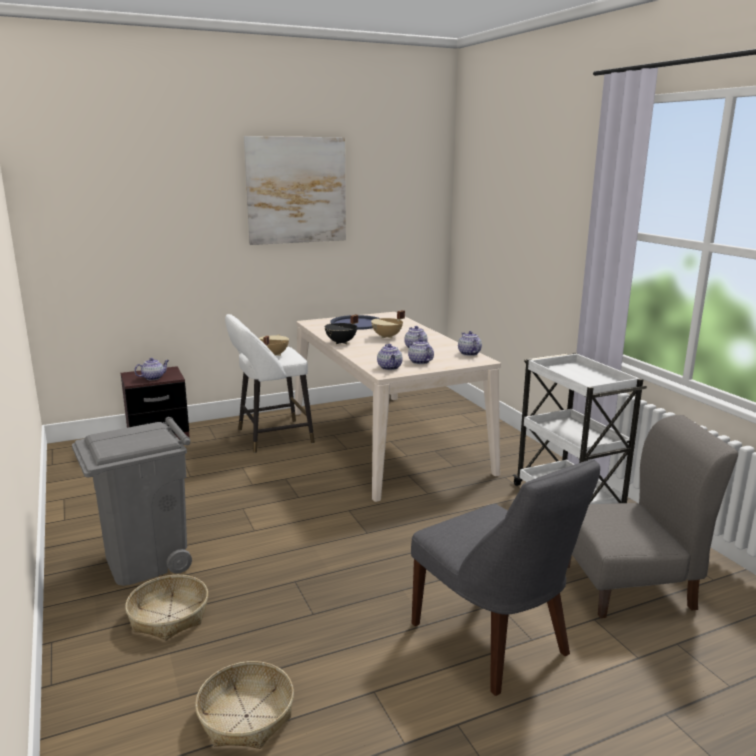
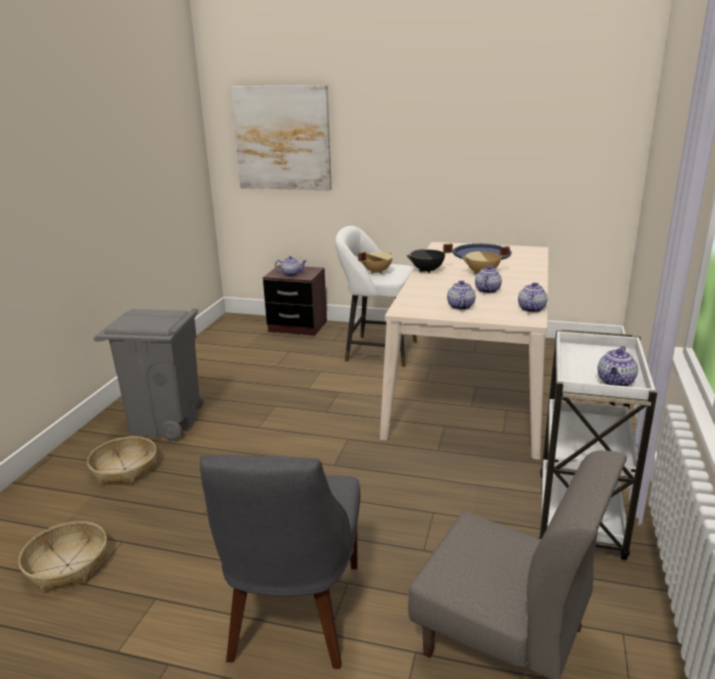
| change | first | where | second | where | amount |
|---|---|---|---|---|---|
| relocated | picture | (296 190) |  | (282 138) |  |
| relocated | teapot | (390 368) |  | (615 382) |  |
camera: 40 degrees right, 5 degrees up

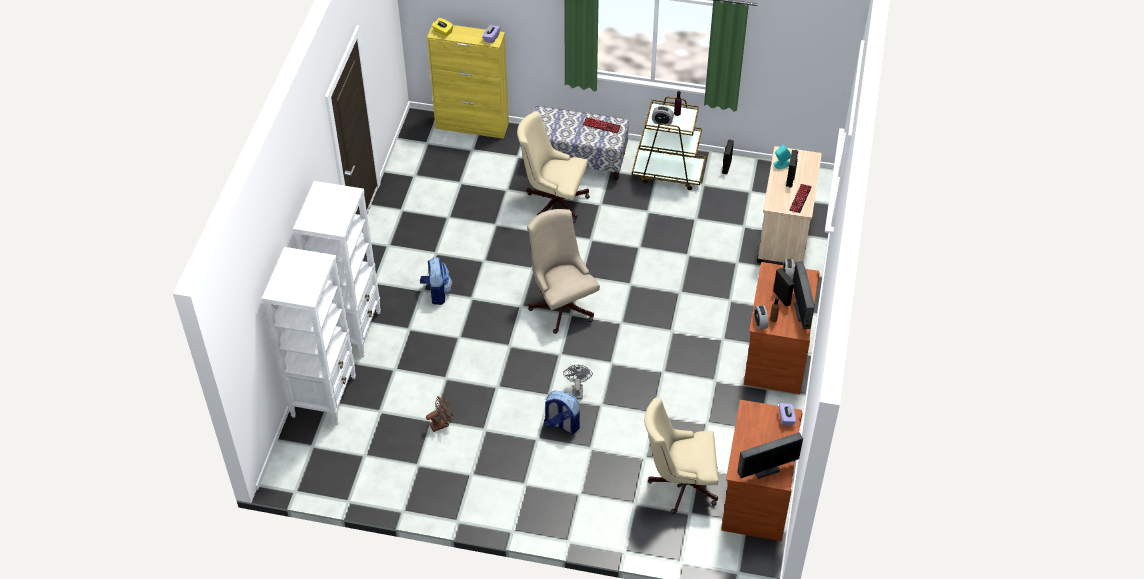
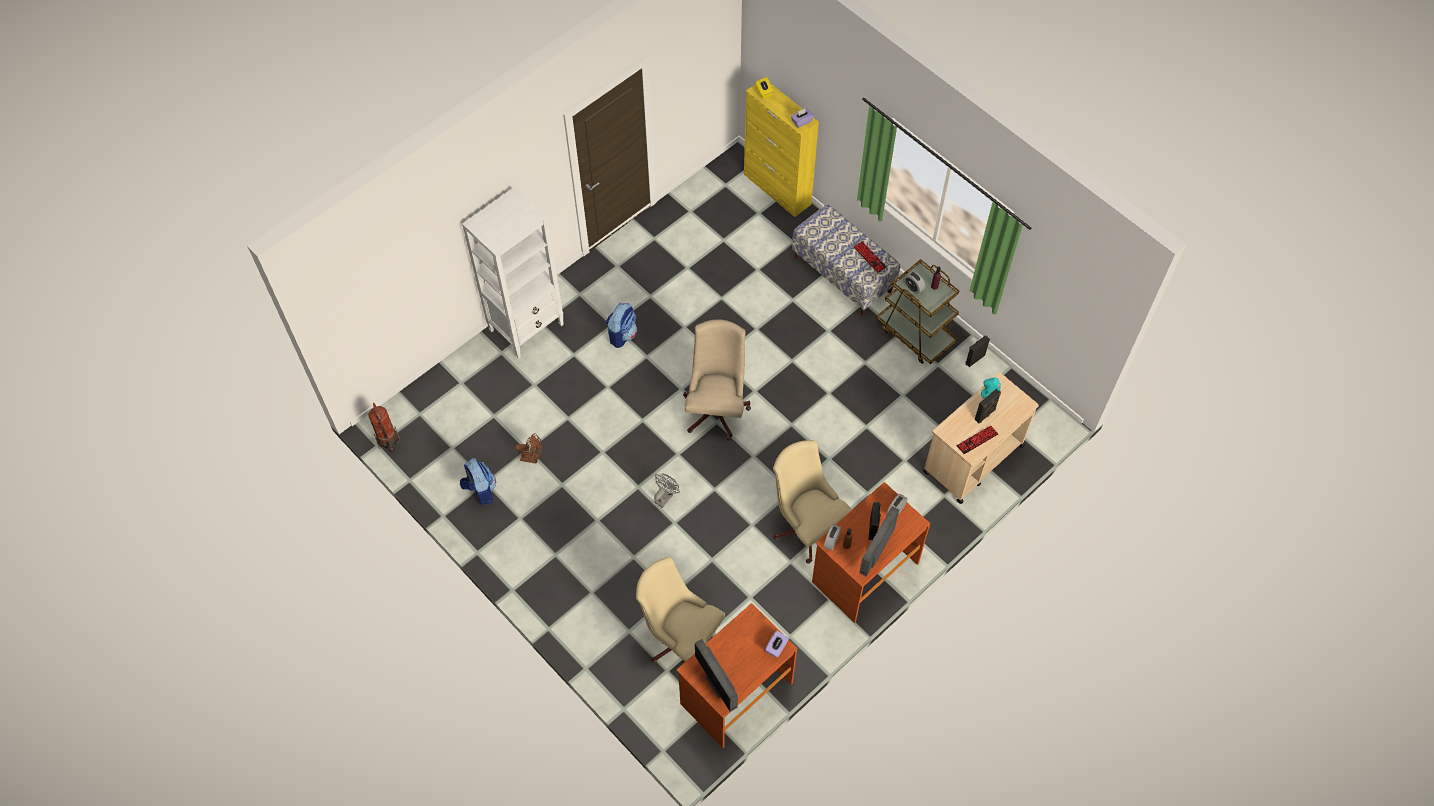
| change | first | where | second | where | amount |
|---|---|---|---|---|---|
| missing | white bookcase | (324 396) |  |  |  |
| relocated | beige office chair | (553 201) |  | (806 525) |  |
| relocated | backpack | (561 424) |  | (480 490) |  |
| spun | monitor | (766 471) |  | (716 685) | 45 degrees clockwise |
| appeared |  |  | fire extinguisher | (388 440) |  |
camera: 35 degrees right, 10 degrees up

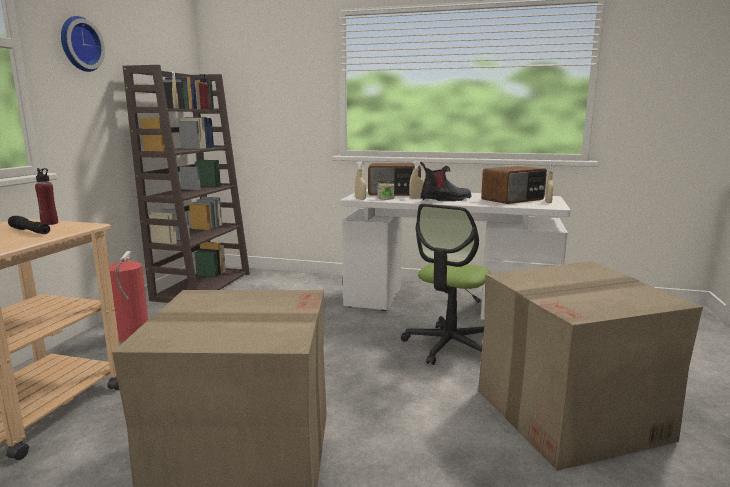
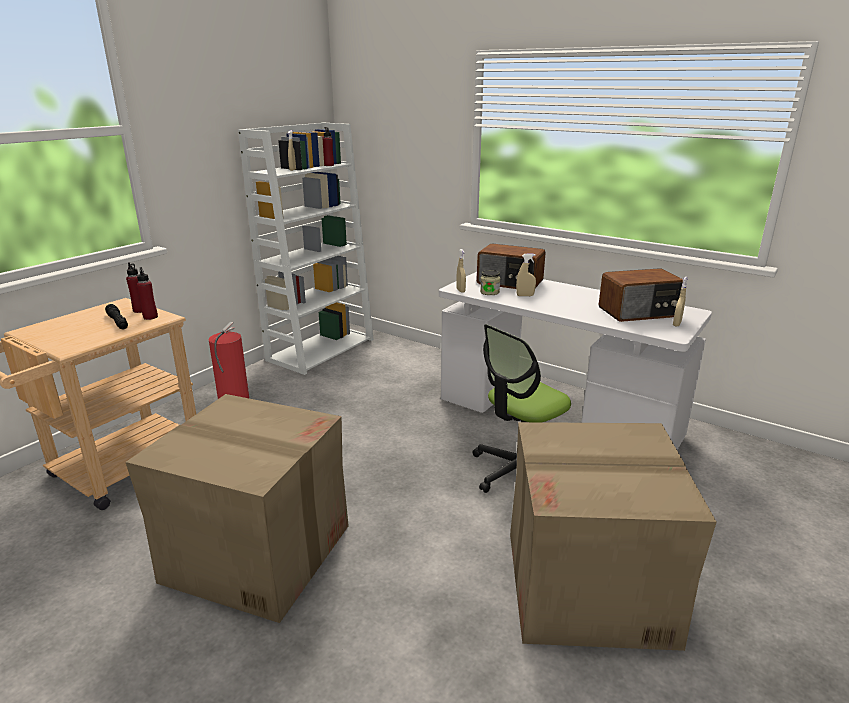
| change | first | where | second | where | amount |
|---|---|---|---|---|---|
| missing | wall clock | (79 44) |  |  |  |
| colour | brown bookcase | (203 286) | white bookcase | (321 349) |  |
| missing | boot | (445 199) |  |  |  |
| appeared |  |  | red bottle | (150 317) |  |
camera: 20 degrees right, 10 degrees up

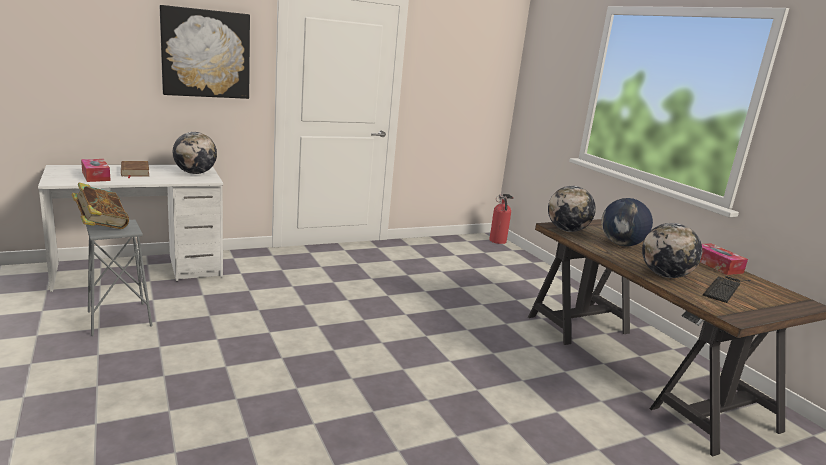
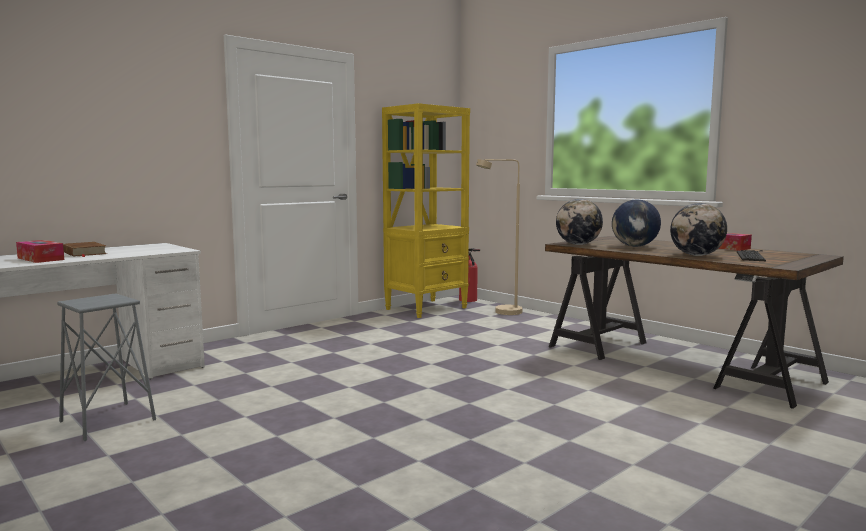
| change | first | where | second | where | amount |
|---|---|---|---|---|---|
| missing | book | (101 226) |  |  |  |
| missing | picture | (206 53) |  |  |  |
| missing | globe | (195 173) |  |  |  |
| appeared |  |  | yellow bookcase | (427 308) |  |
| appeared |  |  | beige floor lamp | (502 312) |  |
camera: 15 degrees left, 10 degrees down

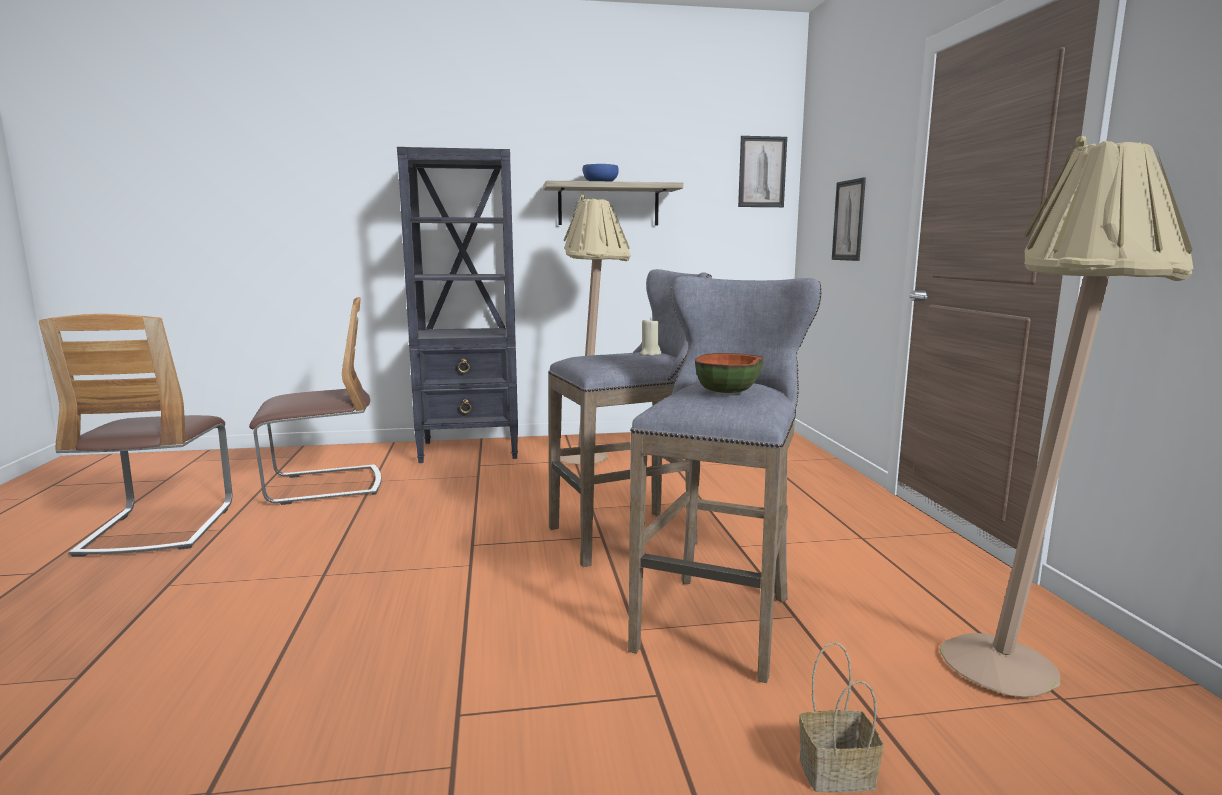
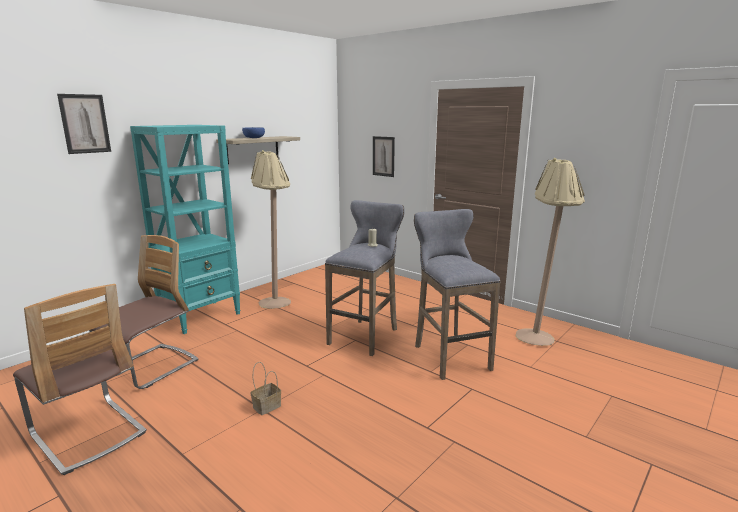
| change | first | where | second | where | amount |
|---|---|---|---|---|---|
| colour | black bookcase | (471 450) | turquoise bookcase | (201 316) |  |
| missing | bowl | (728 391) |  |  |  |
| relocated | picture | (762 172) |  | (85 124) |  |
| relocated | basket | (835 773) |  | (266 407) |  |
camera: 40 degrees left, 5 degrees up

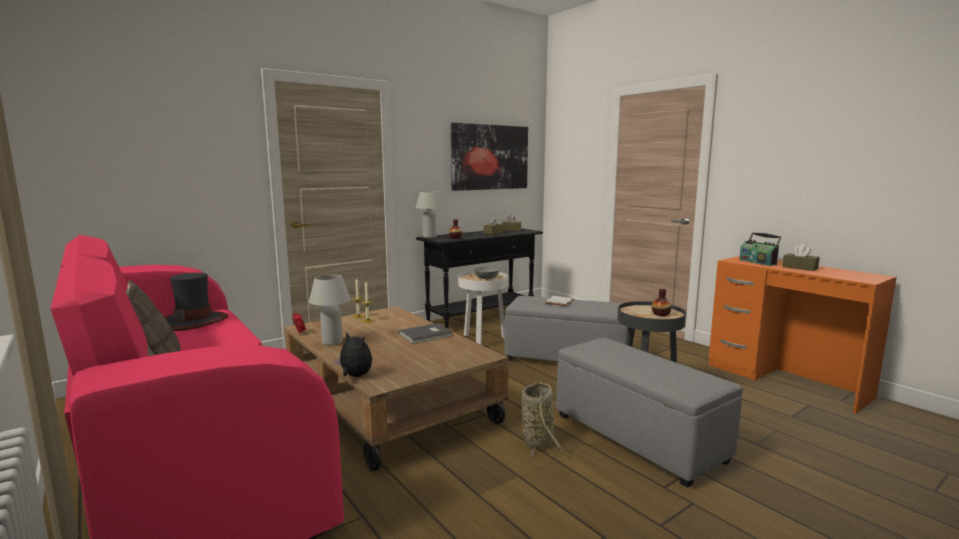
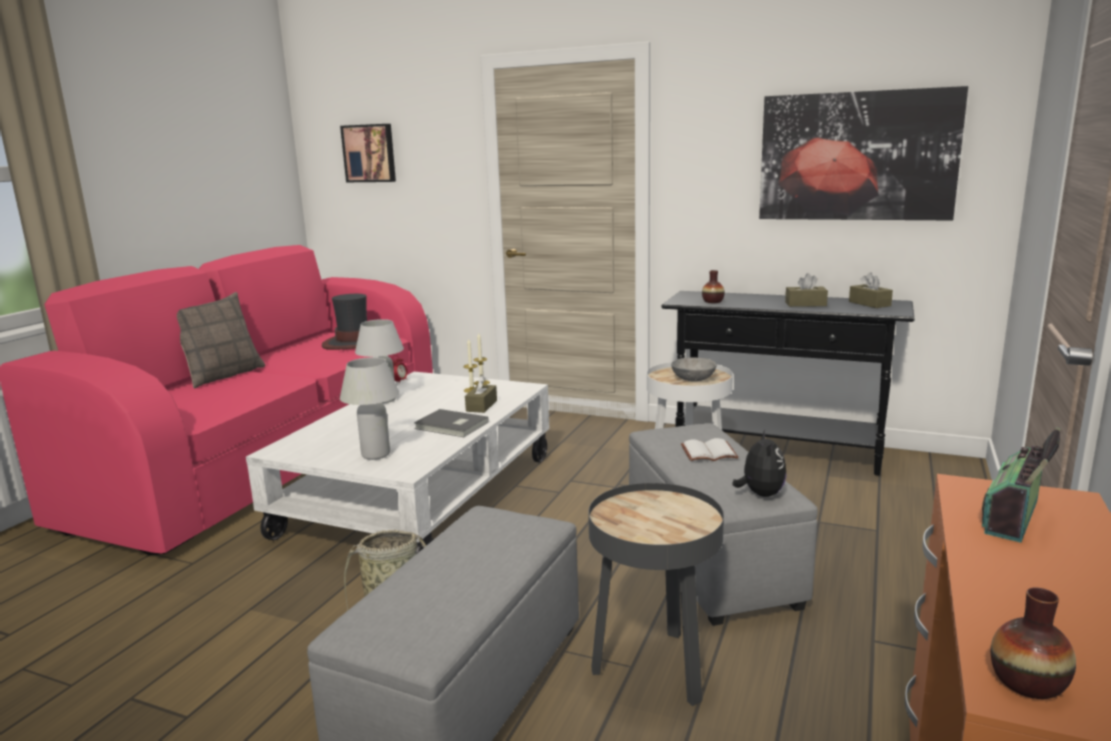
| change | first | where | second | where | amount |
|---|---|---|---|---|---|
| colour | brown coffee table | (388 404) | white coffee table | (419 495) |  |
| relocated | plush toy | (354 376) |  | (760 494) |  |
| relocated | white table lamp | (429 237) |  | (376 454) |  |
| relocated | vase | (660 314) |  | (1027 682) |  |
| relocated | brown tissue box | (800 268) |  | (481 406) |  |
| appeared |  |  | picture | (370 153) |  |
camera: 60 degrees right, 5 degrees up

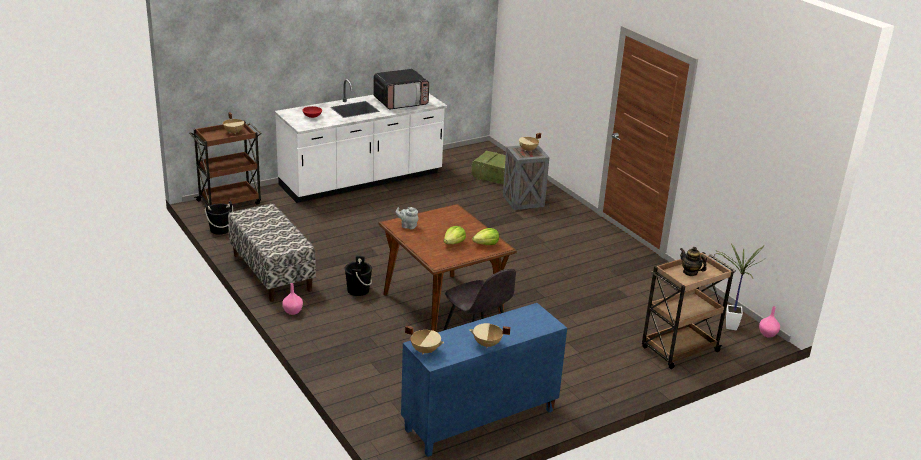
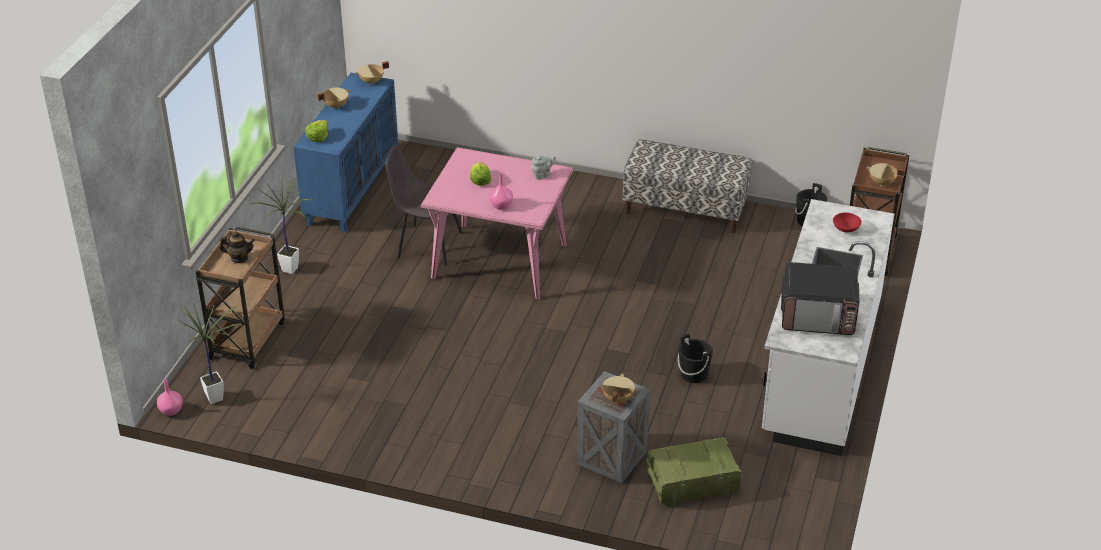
| change | first | where | second | where | amount |
|---|---|---|---|---|---|
| relocated | pink vase | (292 311) |  | (501 206) |  |
| relocated | black bucket | (358 290) |  | (694 374) |  |
| spun | microwave | (401 102) |  | (818 315) | 105 degrees counterclockwise |
| colour | brown dining table | (443 308) | pink dining table | (499 261) |  |
| relocated | lettuce | (486 244) |  | (318 137) |  |
| appeared |  |  | potted plant | (292 271) |  |
camera: 140 degrees right, 10 degrees up

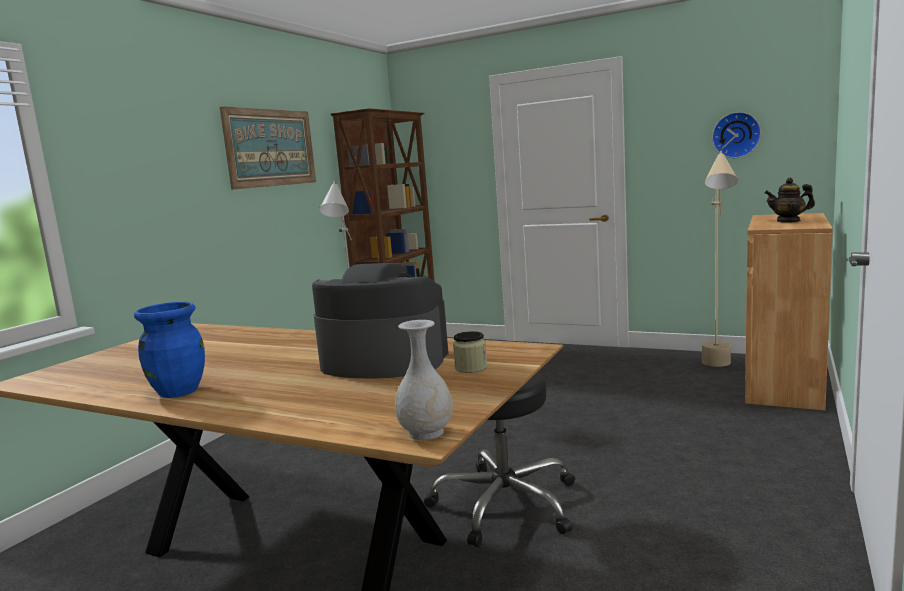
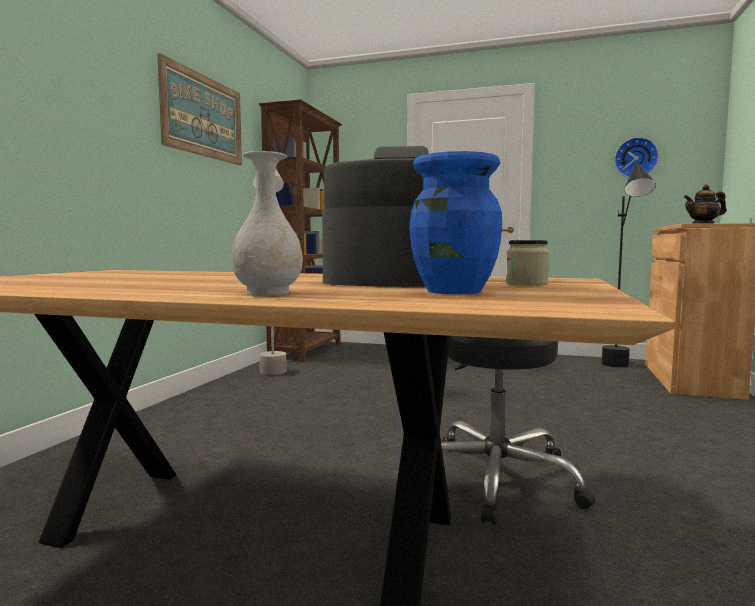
| change | first | where | second | where | amount |
|---|---|---|---|---|---|
| relocated | blue vase | (179 391) |  | (453 291) |  |
| relocated | white vase | (426 432) |  | (269 293) |  |
| colour | beige floor lamp | (718 369) | black floor lamp | (621 369) |  |
camera: 10 degrees left, 5 degrees down

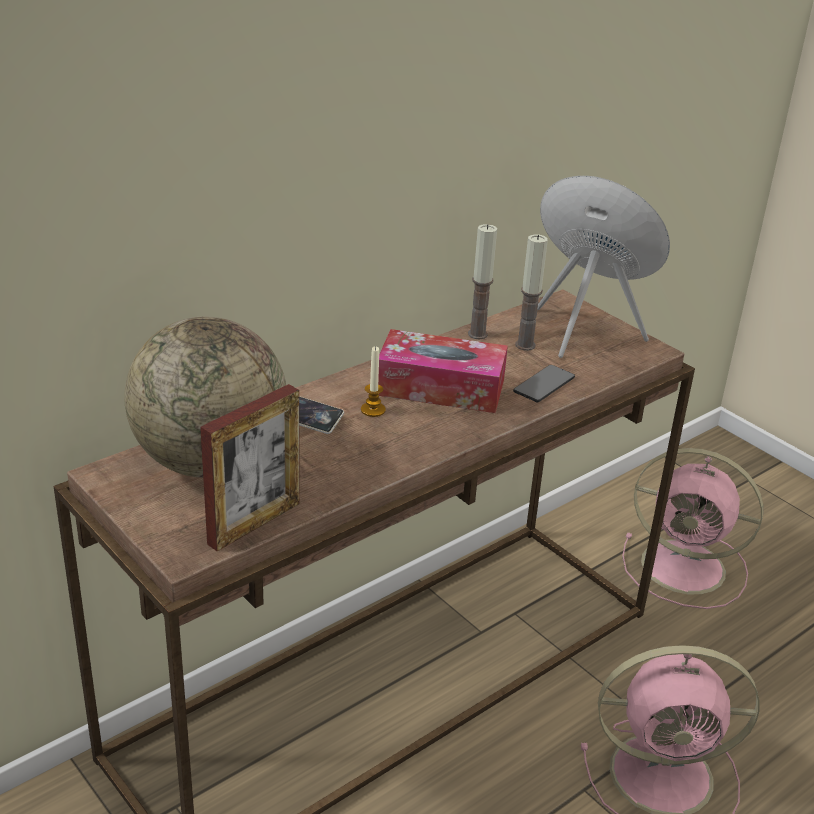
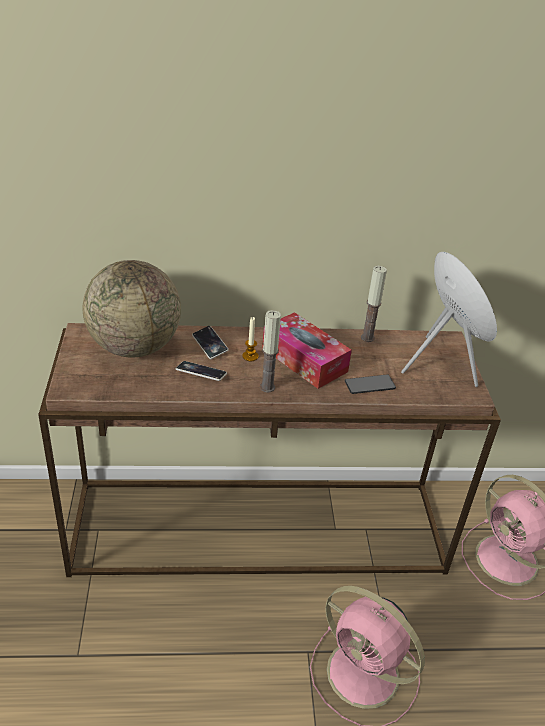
| change | first | where | second | where | amount |
|---|---|---|---|---|---|
| missing | picture frame | (254 523) |  |  |  |
| relocated | candle | (525 345) |  | (267 387) |  |
| appeared |  |  | phone | (201 373) |  |
camera: 35 degrees right, 5 degrees up

